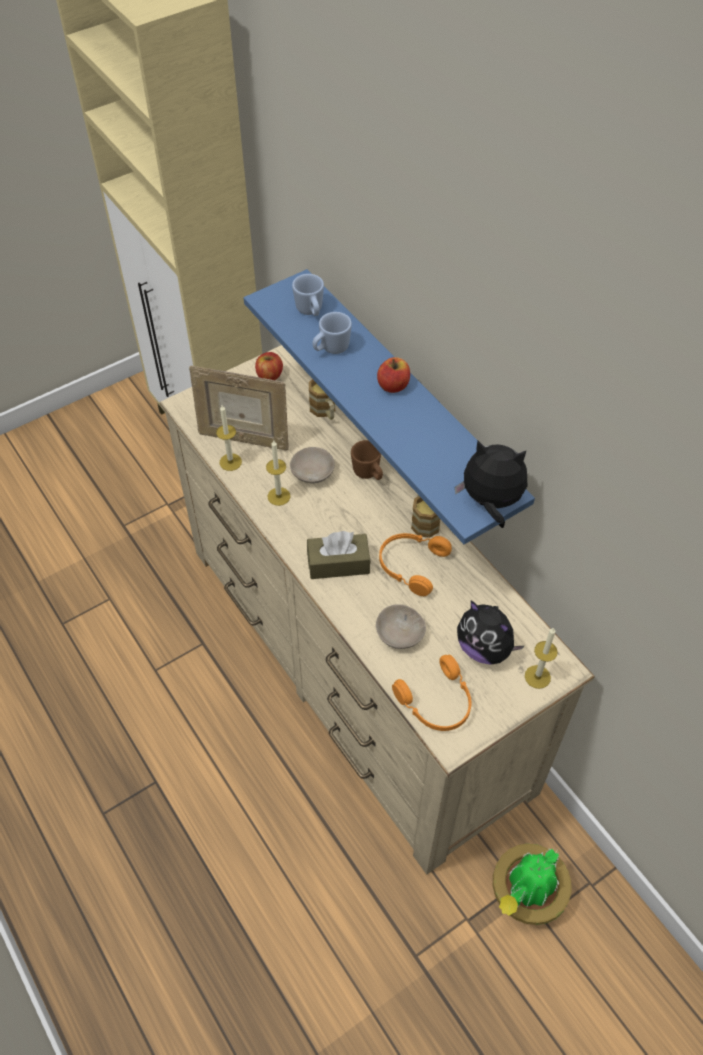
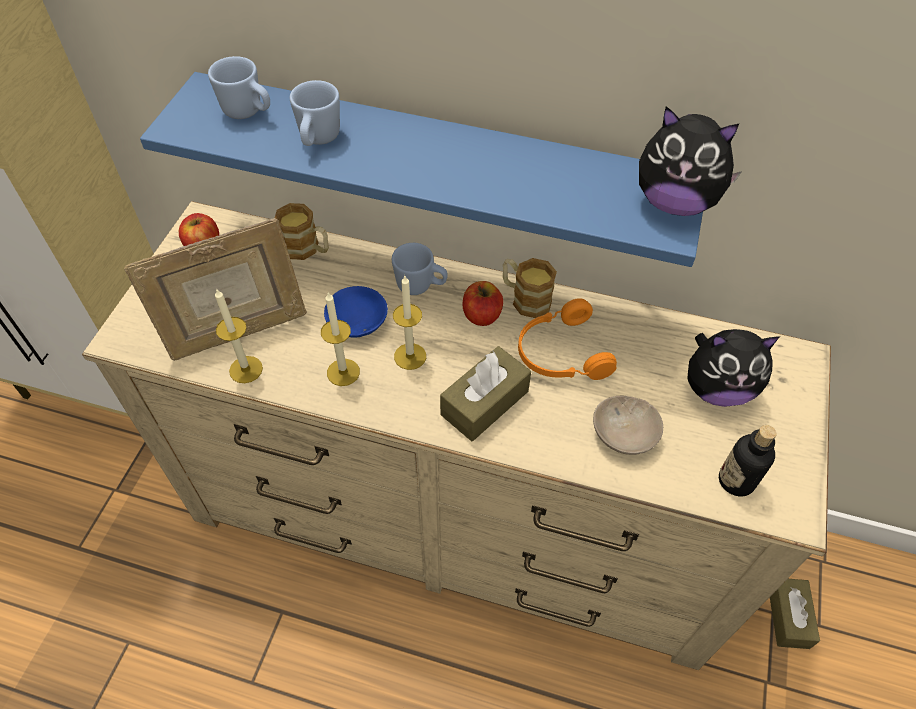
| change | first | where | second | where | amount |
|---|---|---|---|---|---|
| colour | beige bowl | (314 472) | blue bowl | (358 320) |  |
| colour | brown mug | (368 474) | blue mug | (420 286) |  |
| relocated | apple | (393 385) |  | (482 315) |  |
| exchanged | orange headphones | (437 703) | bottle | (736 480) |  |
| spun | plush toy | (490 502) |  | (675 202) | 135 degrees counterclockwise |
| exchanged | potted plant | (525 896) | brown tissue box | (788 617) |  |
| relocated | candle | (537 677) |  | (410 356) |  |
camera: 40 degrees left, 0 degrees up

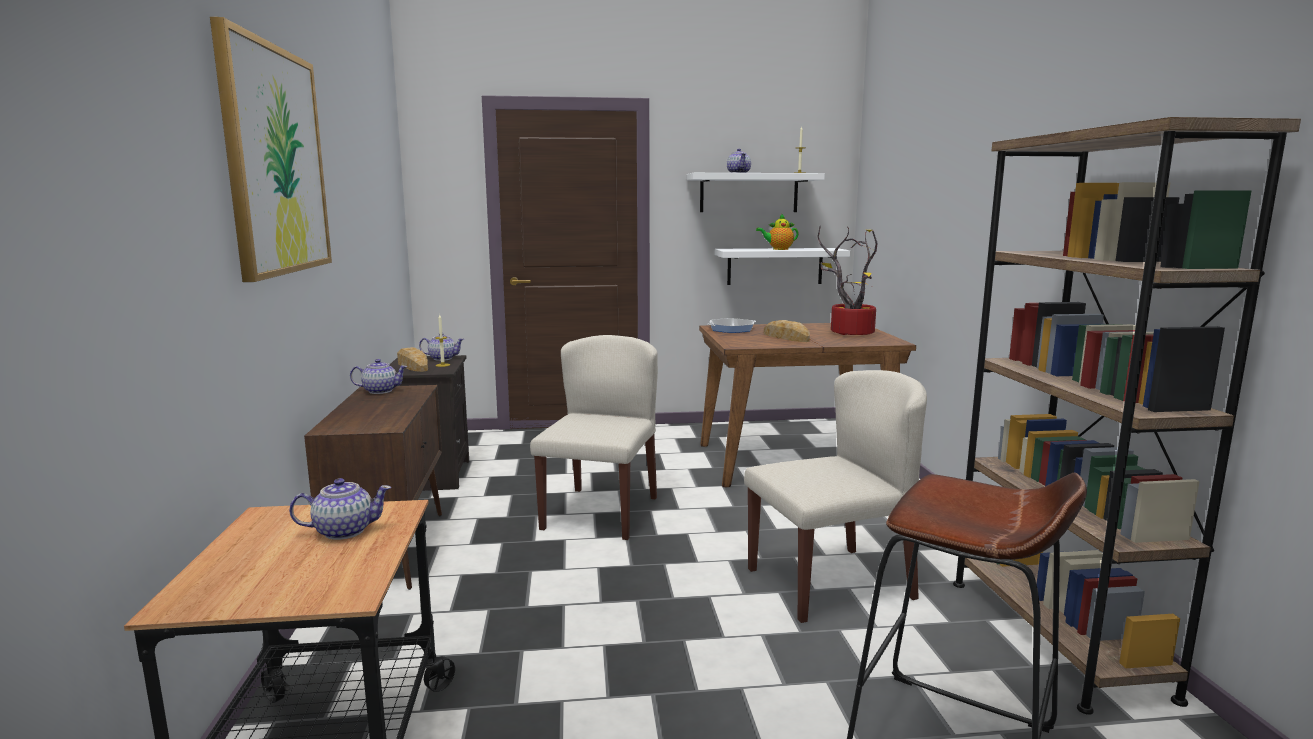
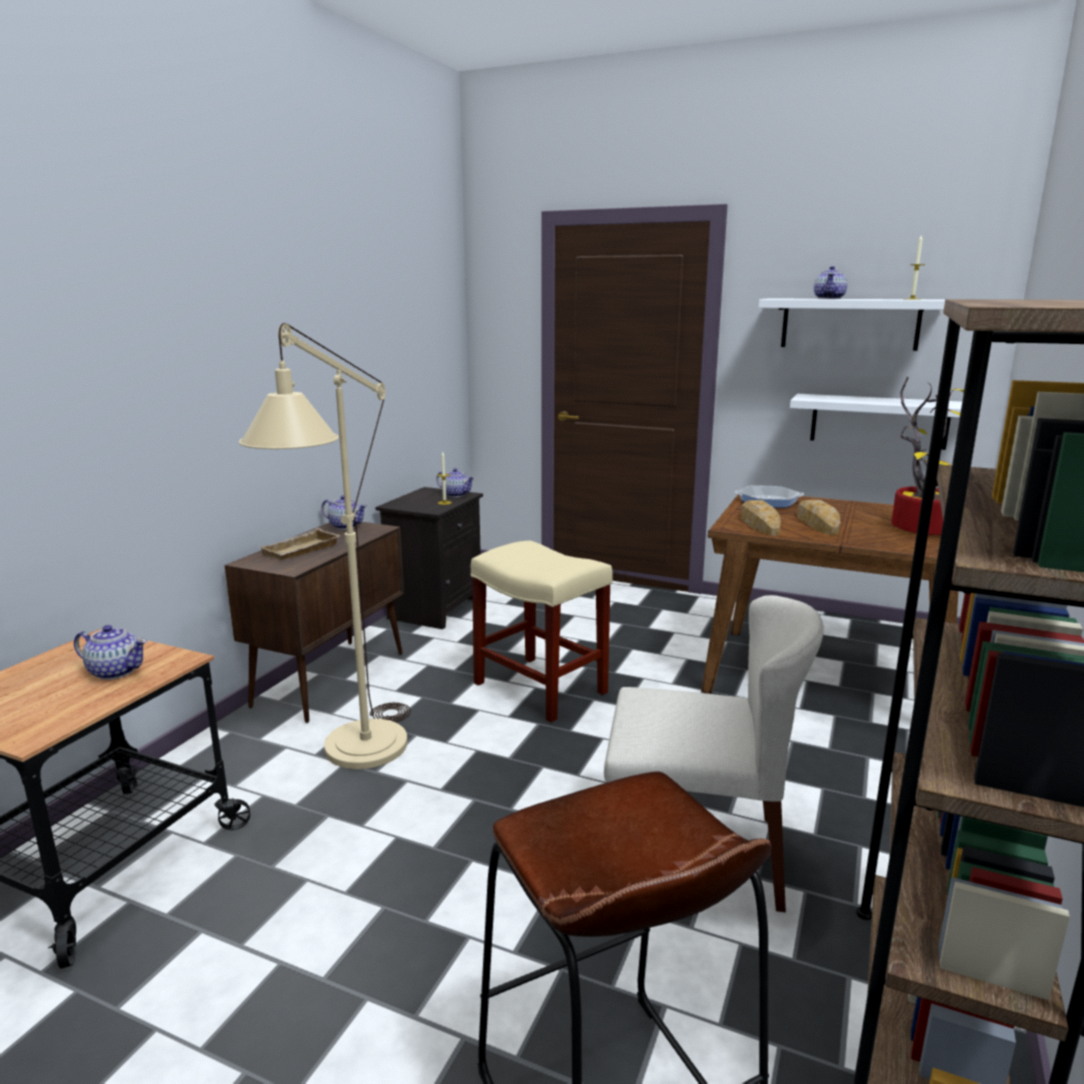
| change | first | where | second | where | amount |
|---|---|---|---|---|---|
| missing | picture | (275 161) |  |  |  |
| relocated | bread | (413 366) |  | (759 524) |  |
| exchanged | beige chair | (600 512) | beige stool | (542 688) |  |
| missing | teapot | (778 249) |  |  |  |
| appeared |  |  | beige floor lamp | (356 759) |  |
| appeared |  |  | beige tray | (301 551) |  |
camera: 30 degrees right, 5 degrees up

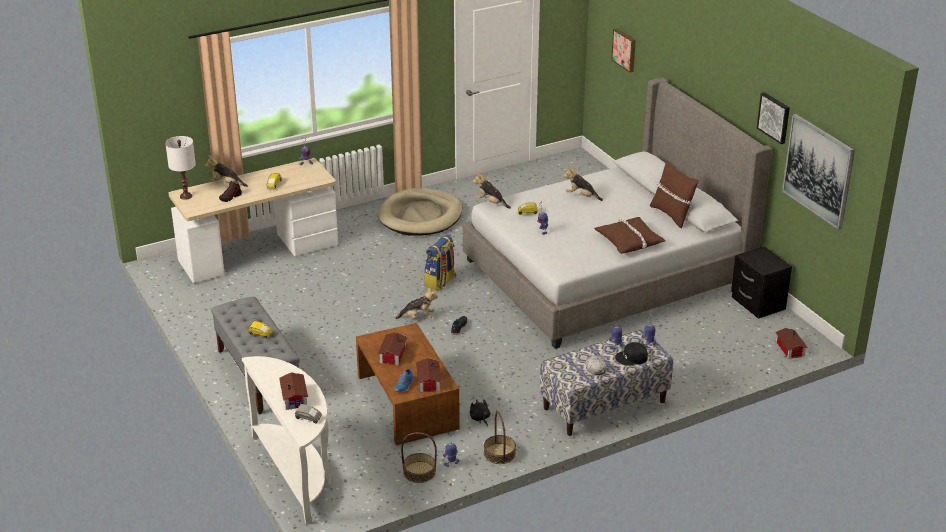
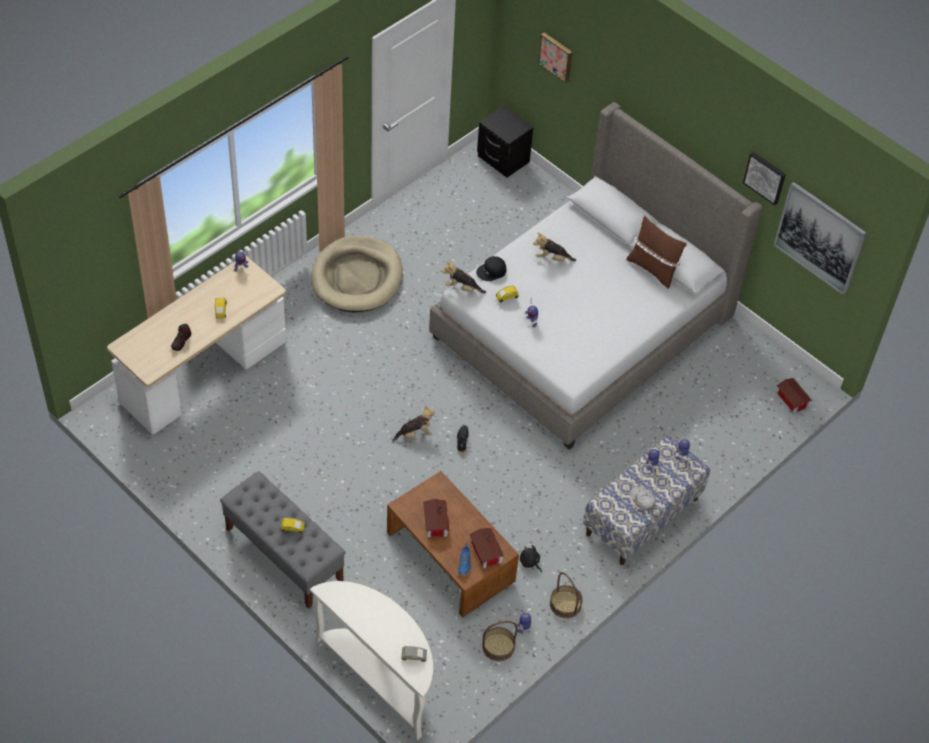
| change | first | where | second | where | amount |
|---|---|---|---|---|---|
| missing | white table lamp | (185 196) |  |  |  |
| missing | plush toy | (226 184) |  |  |  |
| missing | toy house | (295 396) |  |  |  |
| missing | backpack | (440 282) |  |  |  |
| missing | brown pillow | (629 241) |  |  |  |
| relocated | black cap | (631 358) |  | (491 271) |  |
| relocated | black nightstand | (757 303) |  | (502 159) |  |
camera: 20 degrees left, 20 degrees up

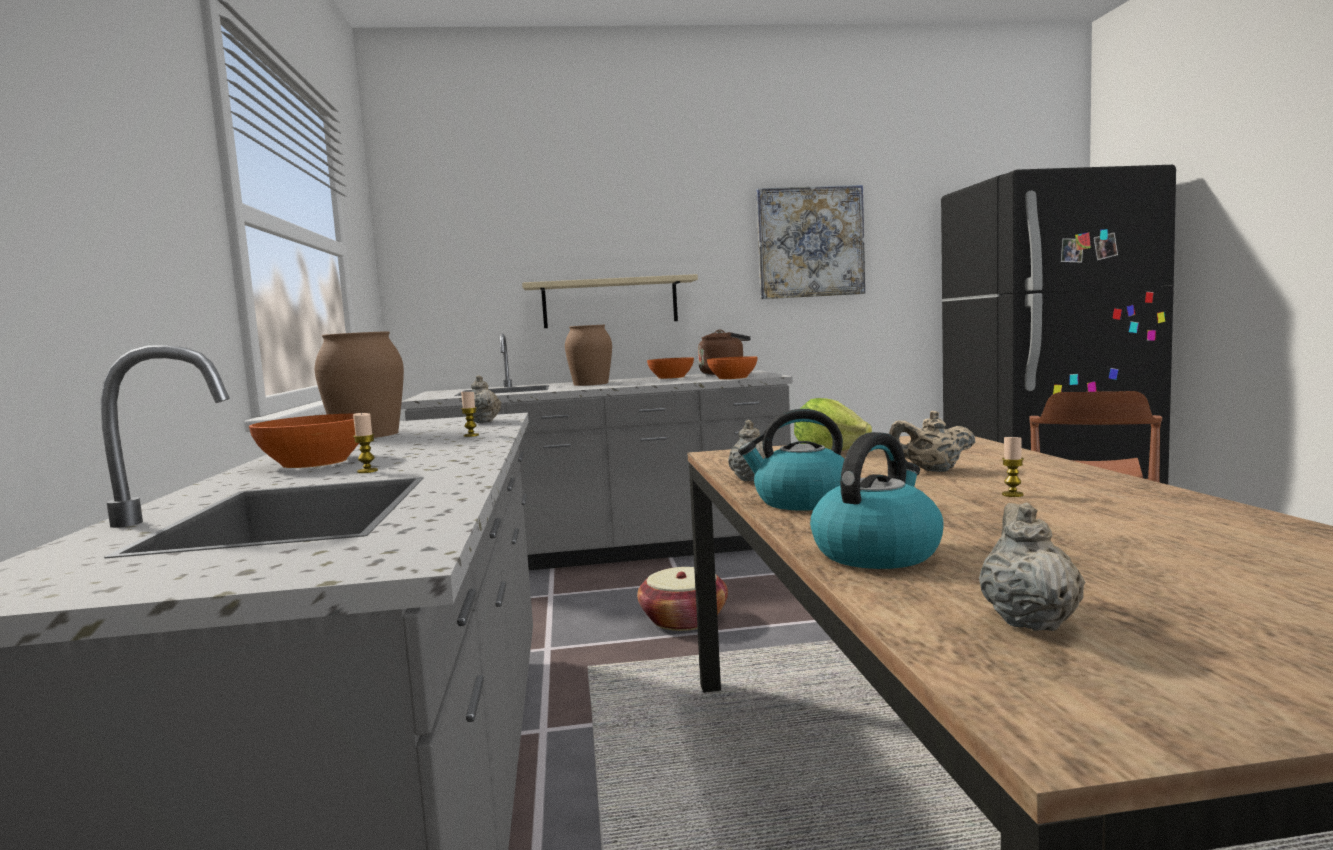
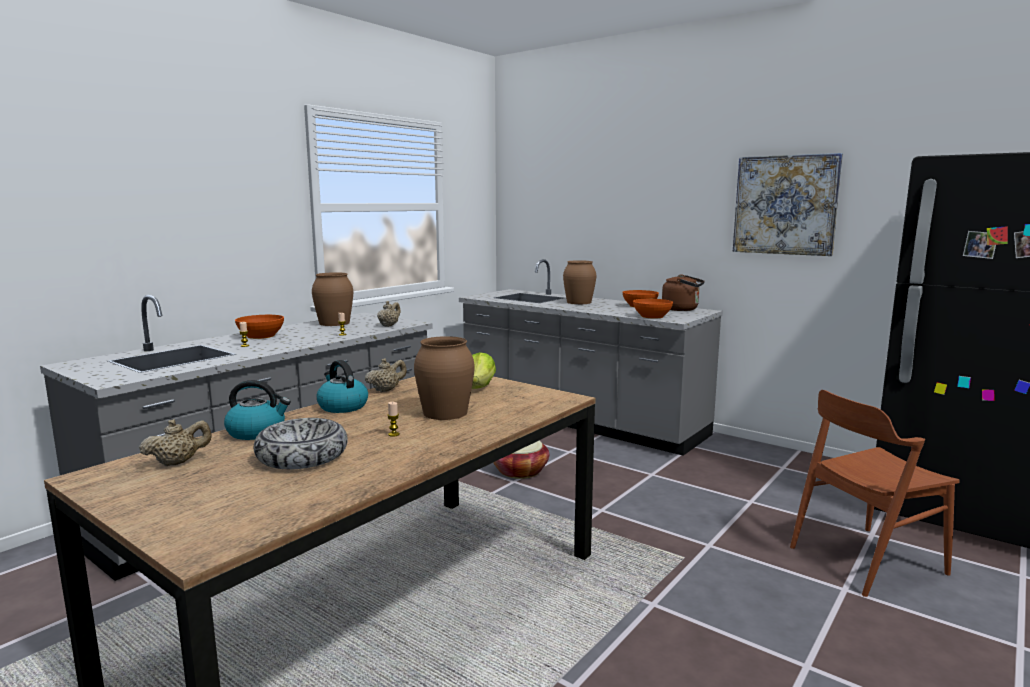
| change | first | where | second | where | amount |
|---|---|---|---|---|---|
| missing | beige shelf | (610 302) |  |  |  |
| exchanged | beige teapot | (932 470) | brown vase | (444 413) |  |
| appeared |  |  | bowl | (302 456) |  |
camera: 45 degrees right, 5 degrees up

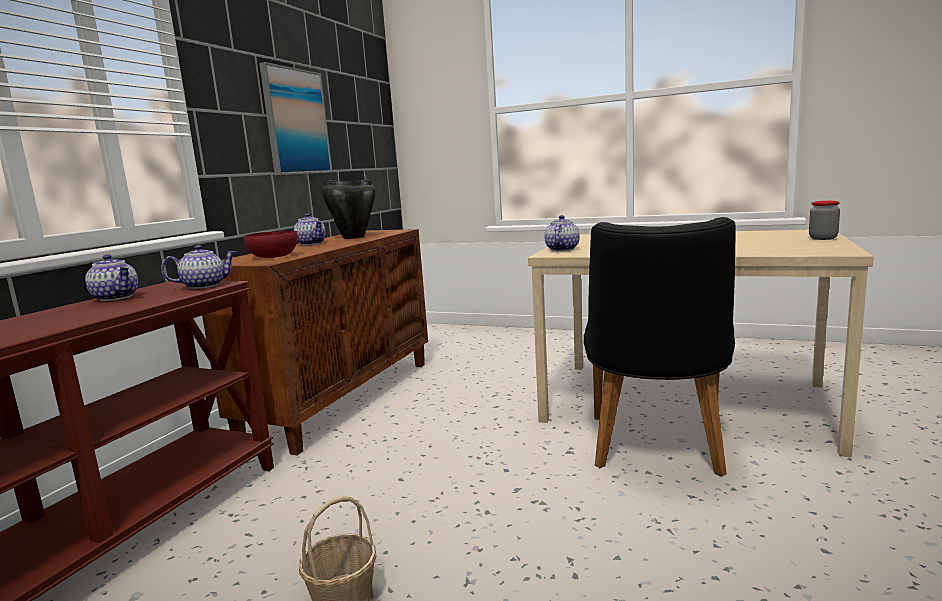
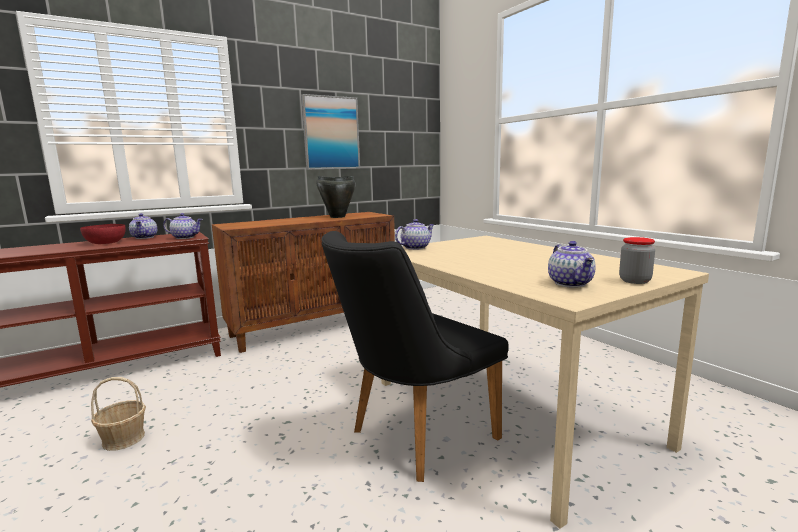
| change | first | where | second | where | amount |
|---|---|---|---|---|---|
| relocated | red bowl | (273 256) |  | (105 243) |  |
| relocated | teapot | (312 243) |  | (571 283) |  |
camera: 35 degrees right, 0 degrees up

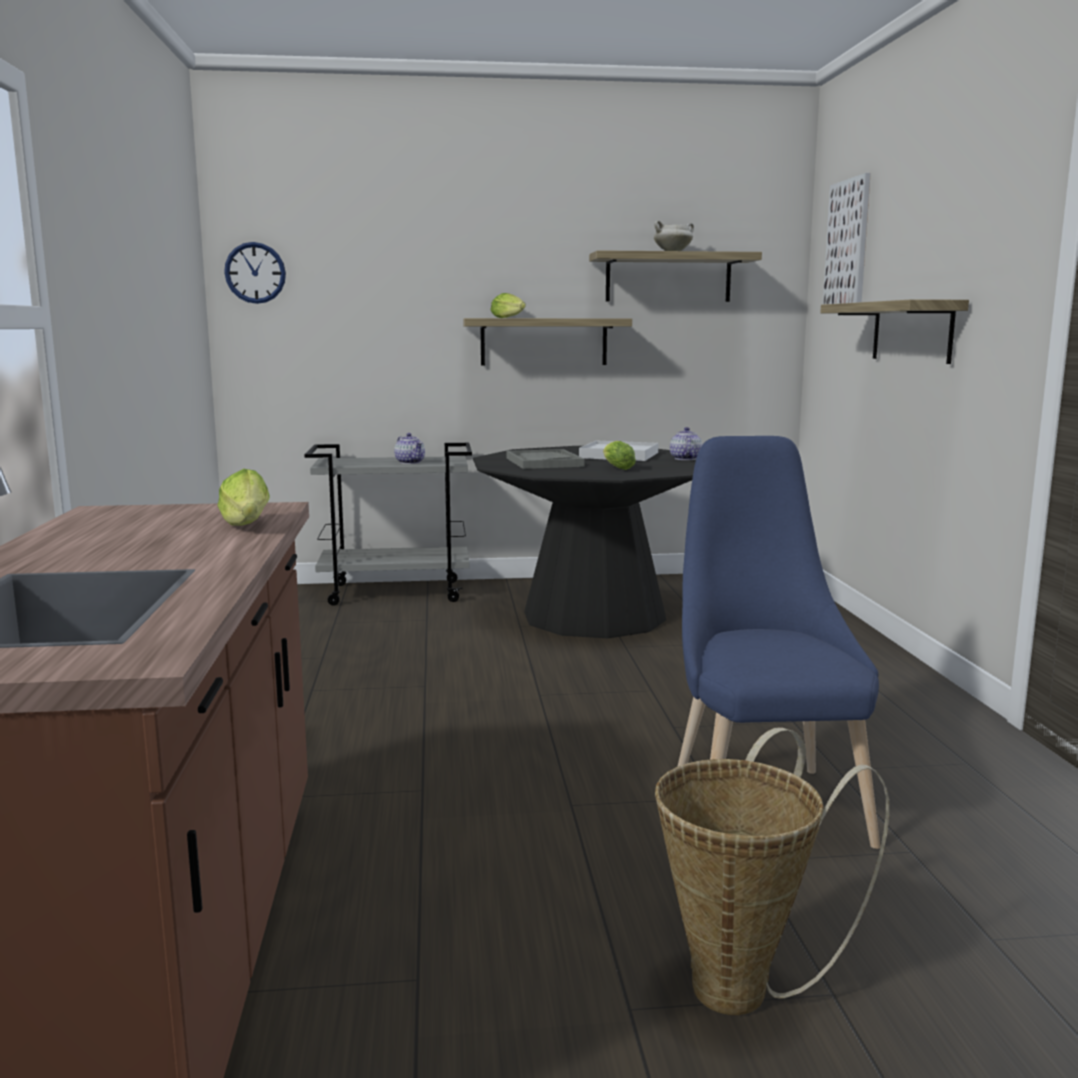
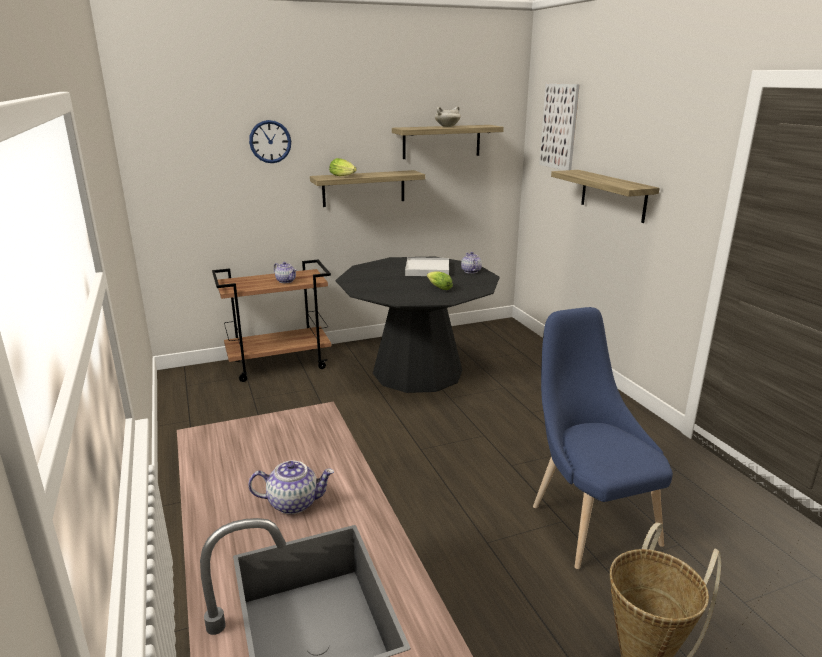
| change | first | where | second | where | amount |
|---|---|---|---|---|---|
| missing | lettuce | (246 526) |  |  |  |
| relocated | wall clock | (255 273) |  | (270 141) |  |
| colour | grey cart | (397 593) | brown cart | (280 364) |  |
| missing | grey tray | (543 462) |  |  |  |
| appeared |  |  | teapot | (294 503) |  |
camera: 15 degrees left, 10 degrees up

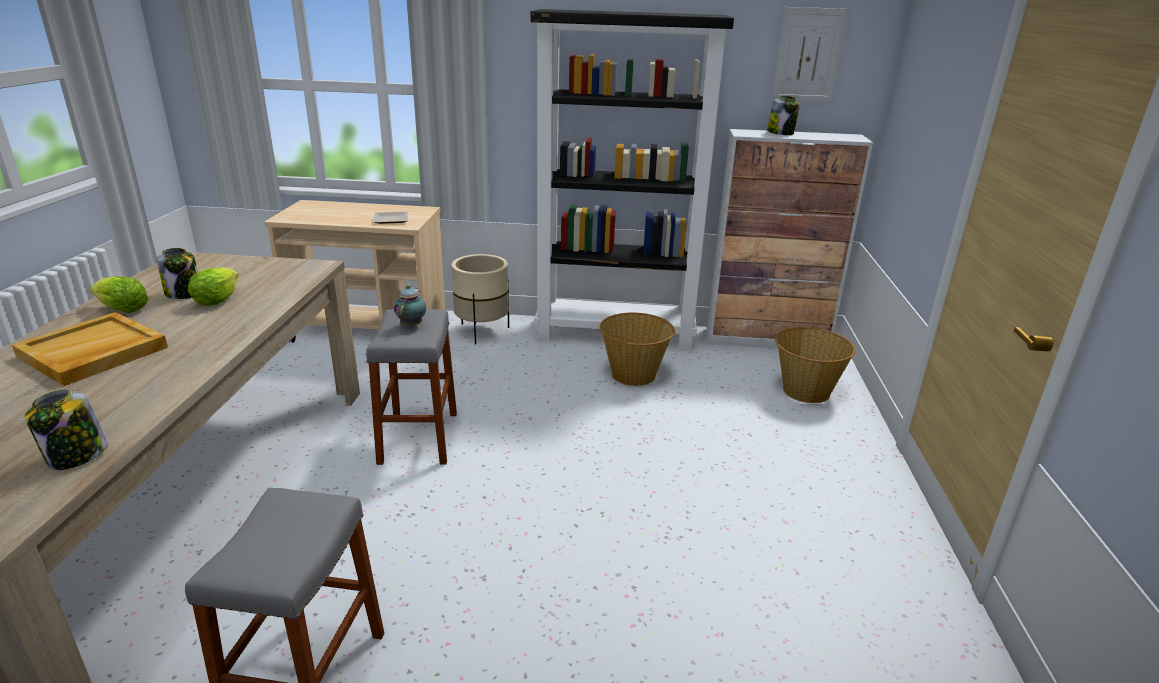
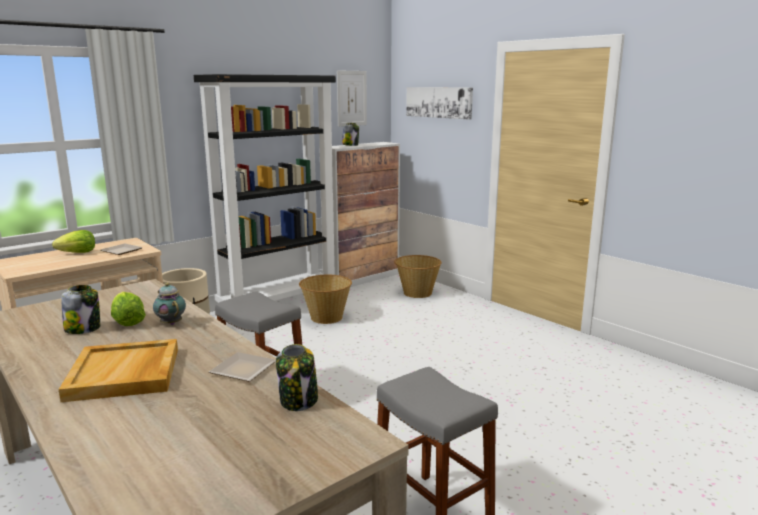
| change | first | where | second | where | amount |
|---|---|---|---|---|---|
| relocated | lettuce | (123 310) |  | (78 253) |  |
| relocated | teapot | (412 325) |  | (171 323) |  |
| appeared |  |  | plate | (243 369) |  |
| appeared |  |  | picture | (439 102) |  |
camera: 45 degrees left, 10 degrees down

